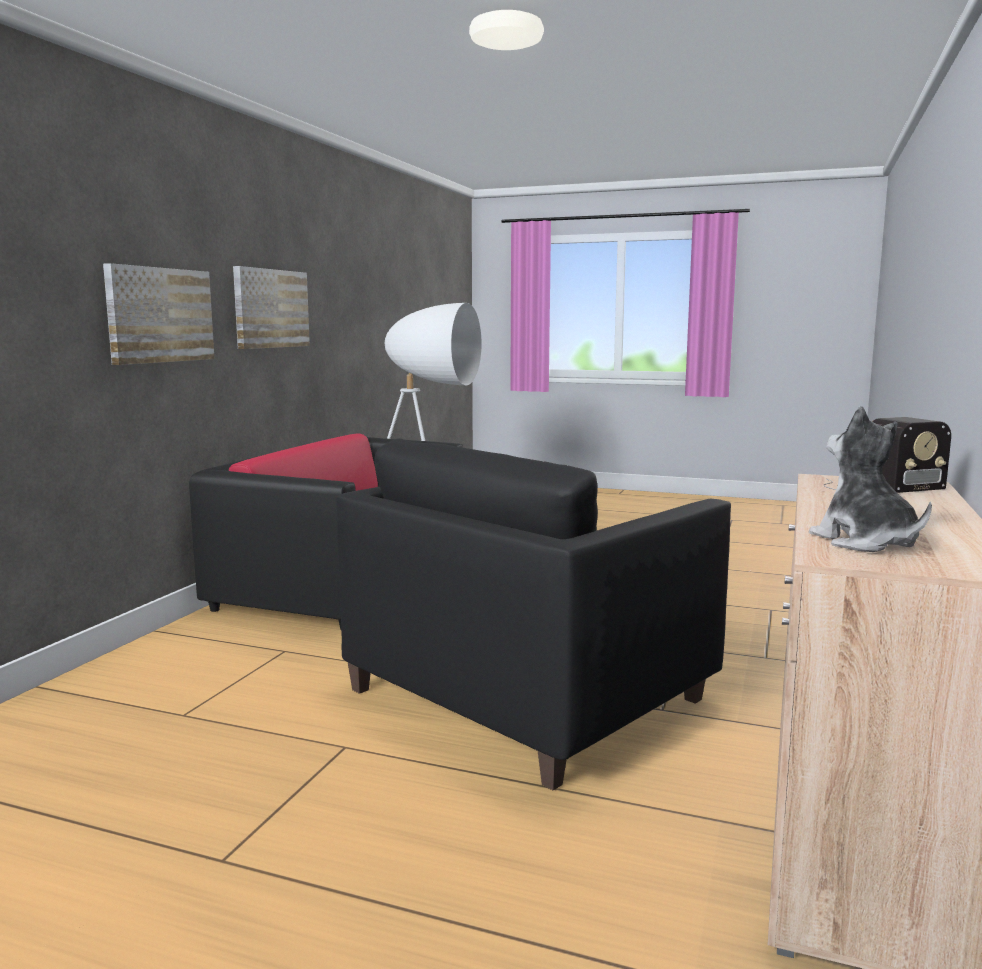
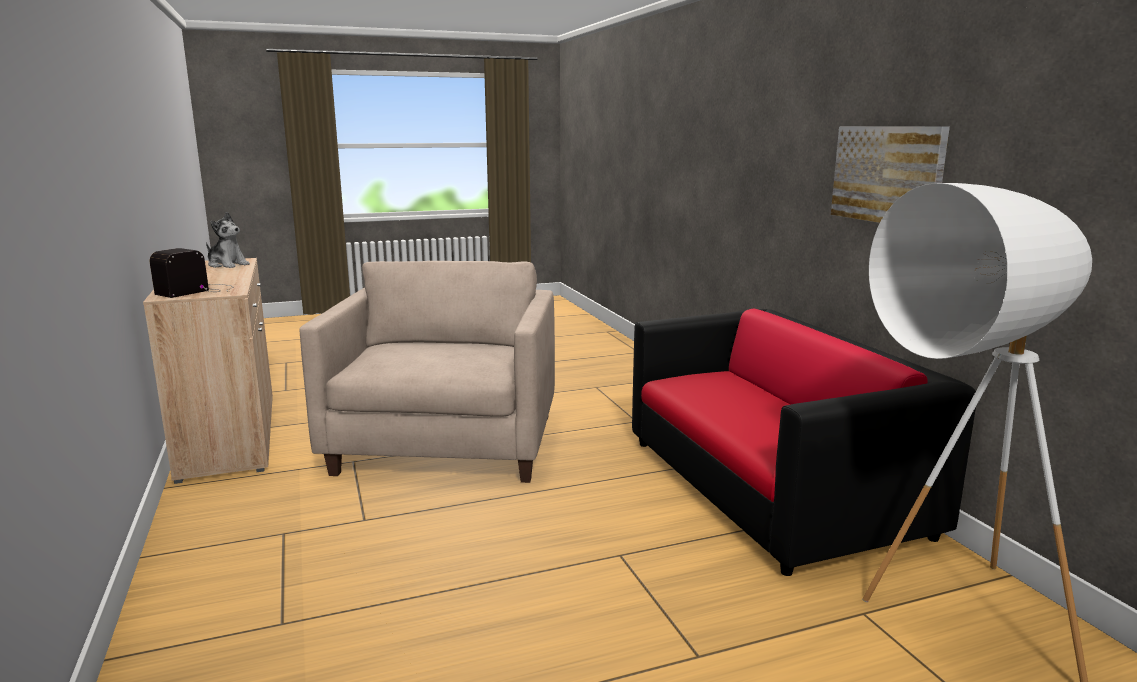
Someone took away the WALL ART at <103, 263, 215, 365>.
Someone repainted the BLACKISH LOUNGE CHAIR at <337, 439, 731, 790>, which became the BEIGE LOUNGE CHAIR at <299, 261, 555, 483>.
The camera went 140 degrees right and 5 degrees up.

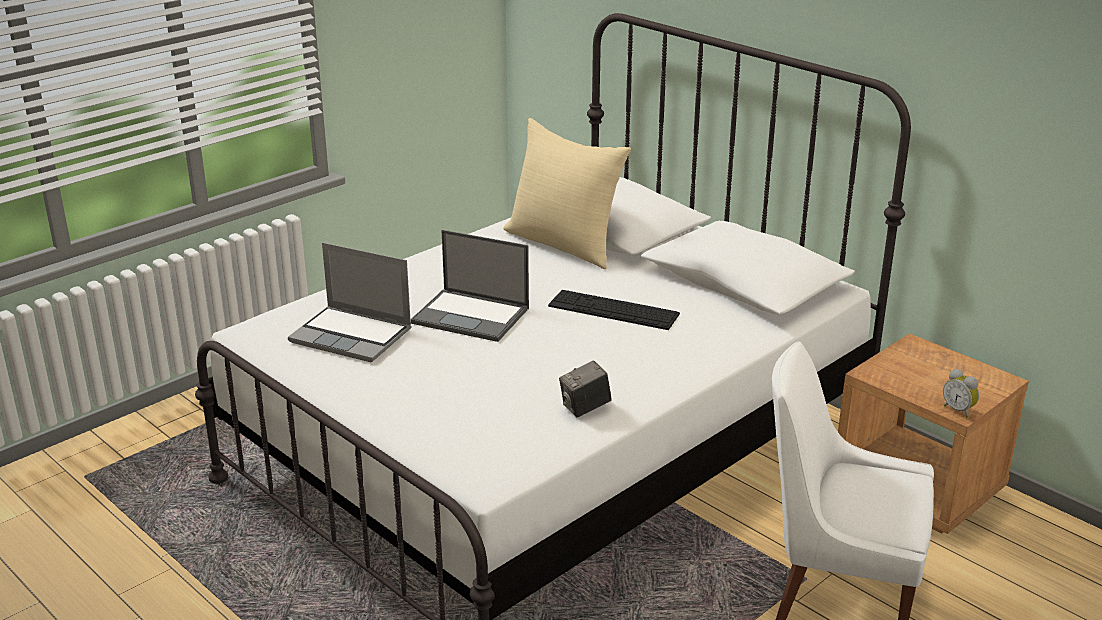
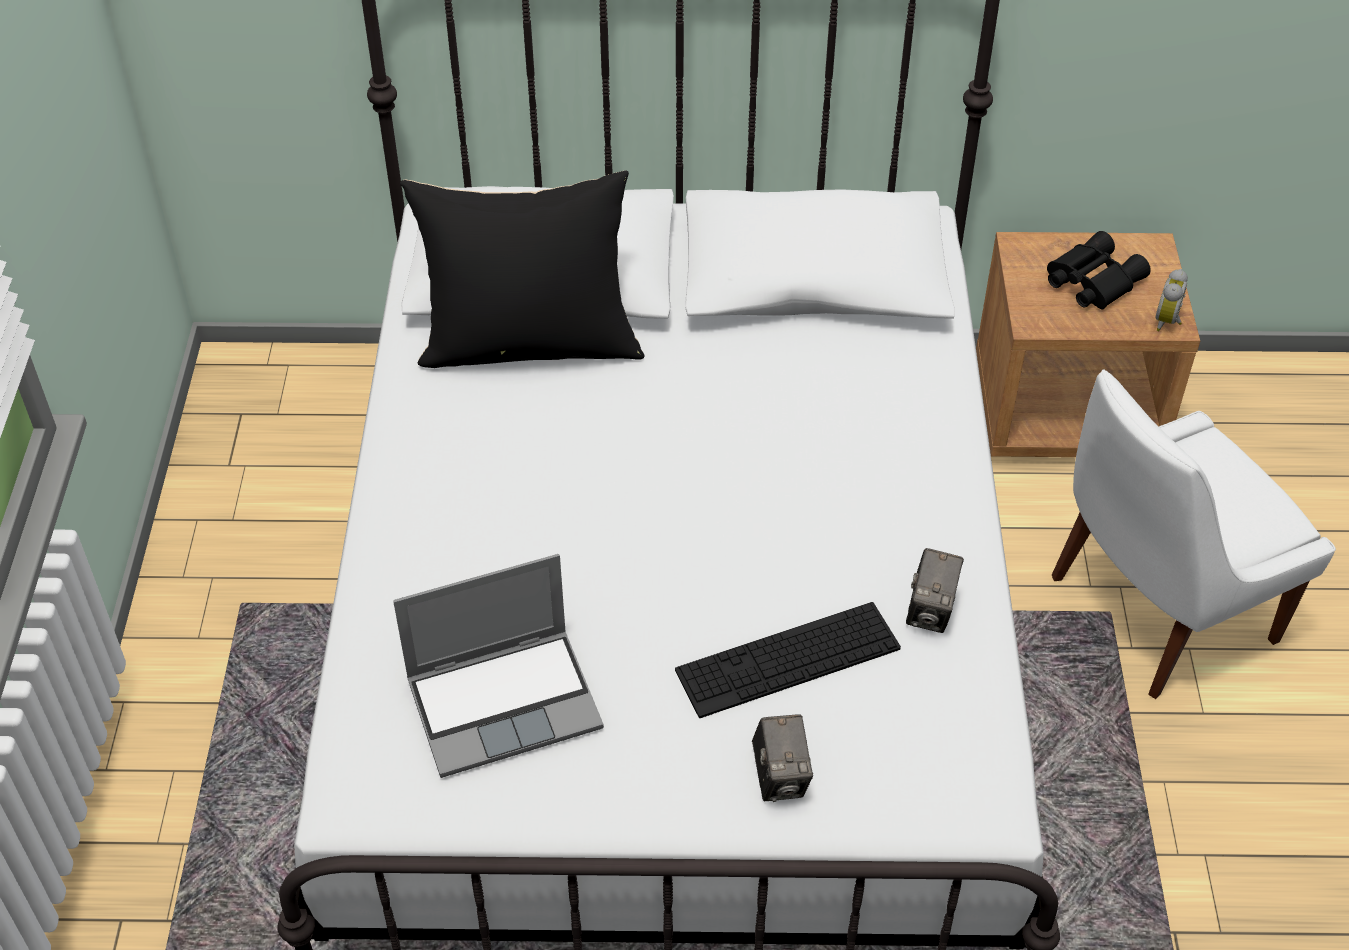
Someone took away the LAPTOP at <411, 230, 529, 342>.
Someone put down the STILL CAMERA at <752, 714, 813, 802>.
Someone put down the BLACKISH PAIR OF BINOCULARS at <1047, 231, 1151, 309>.
Someone carried the KEYBOARD from <548, 290, 680, 330> to <675, 602, 901, 718>.
Someone repainted the BEIGE THROW PILLOW at <504, 118, 631, 269>, which became the BLACKISH THROW PILLOW at <400, 170, 644, 368>.
Someone rotated the TABLE CLOCK at <943, 369, 979, 418> by 105 degrees clockwise.
The camera went 45 degrees left and 20 degrees up.

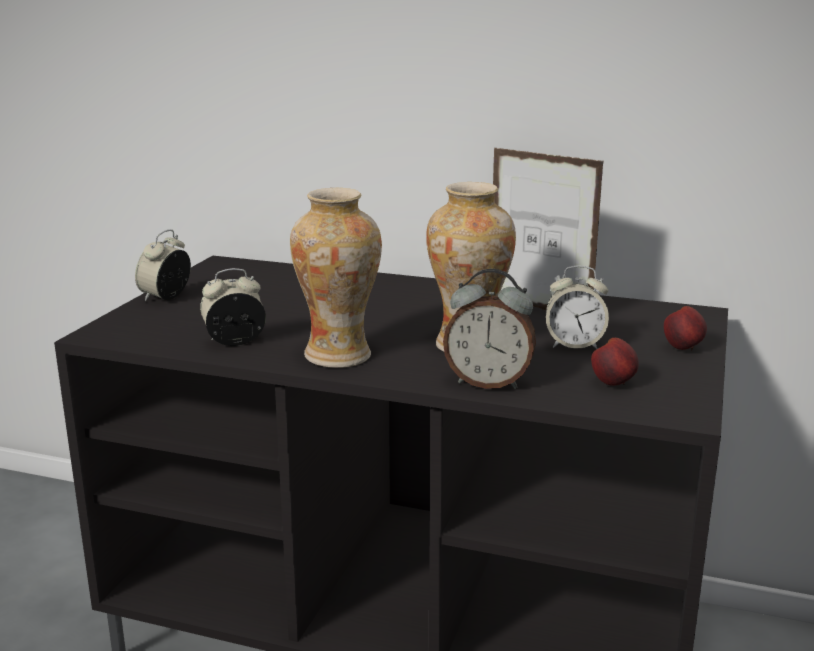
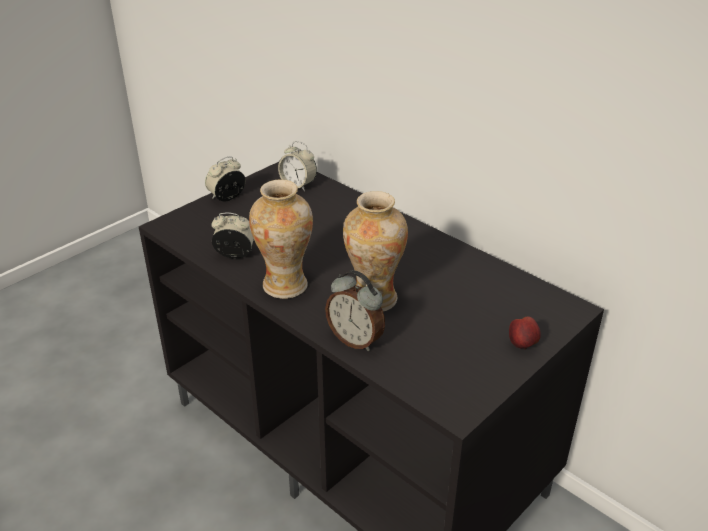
Someone took away the STANDING FRAME at <493, 148, 604, 311>.
Someone took away the WHOLE APPLE at <591, 338, 639, 386>.
Someone carried the TABLE CLOCK from <546, 265, 609, 349> to <278, 141, 317, 191>.
The camera went 25 degrees right and 15 degrees up.

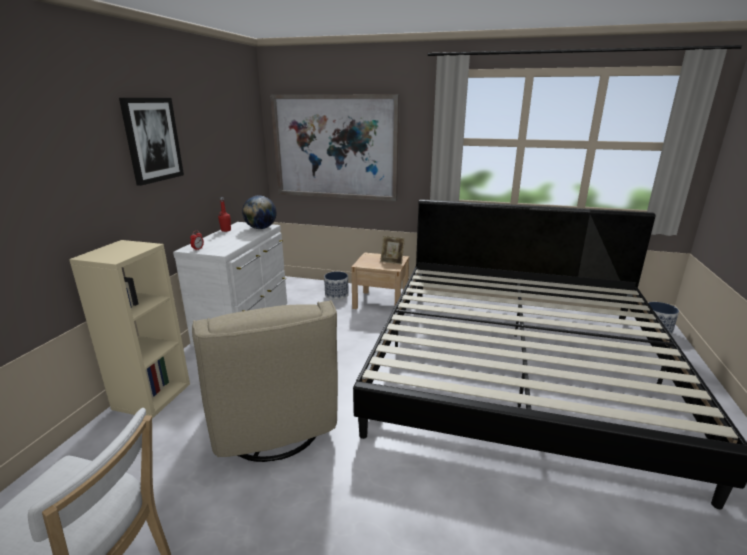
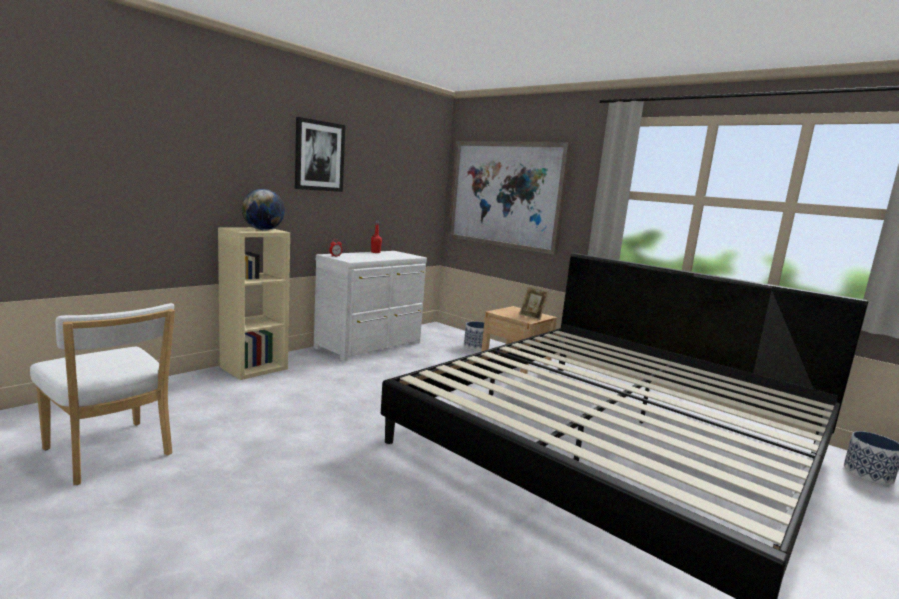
Someone took away the BEIGE LOUNGE CHAIR at <192, 300, 338, 462>.
Someone carried the GLOBE from <242, 195, 277, 229> to <242, 189, 285, 230>.
The camera went 25 degrees right and 10 degrees down.

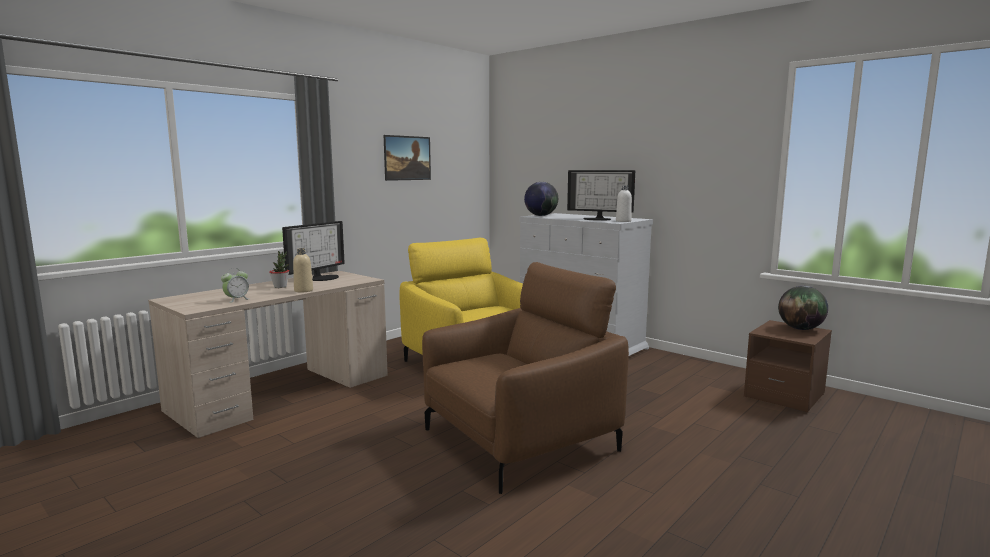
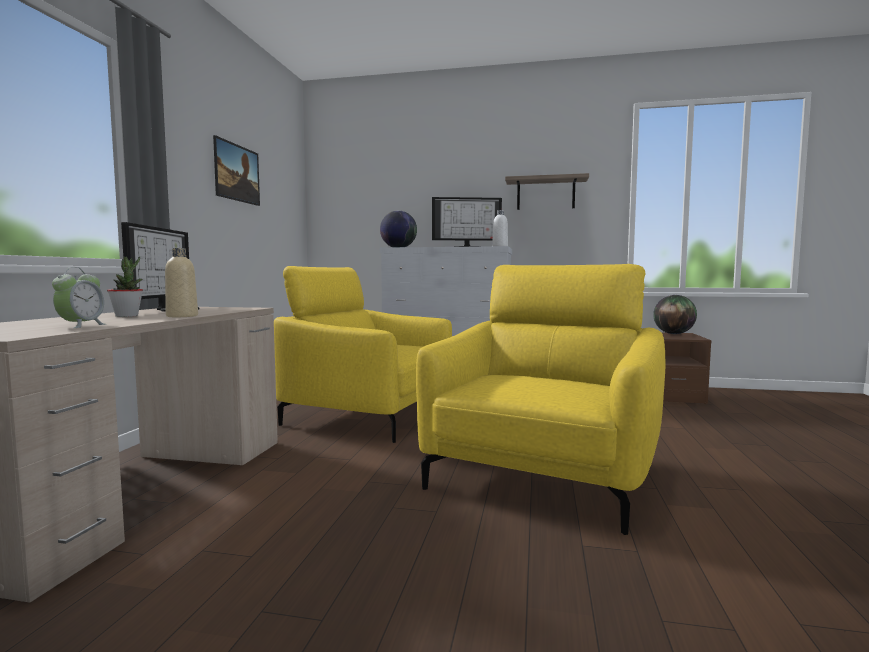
Someone put up the SHELF at <505, 173, 589, 210>.
Someone repainted the BROWN LOUNGE CHAIR at <422, 262, 629, 494>, which became the YELLOW-COLOURED LOUNGE CHAIR at <416, 264, 665, 535>.
The camera went 30 degrees left and 5 degrees down.

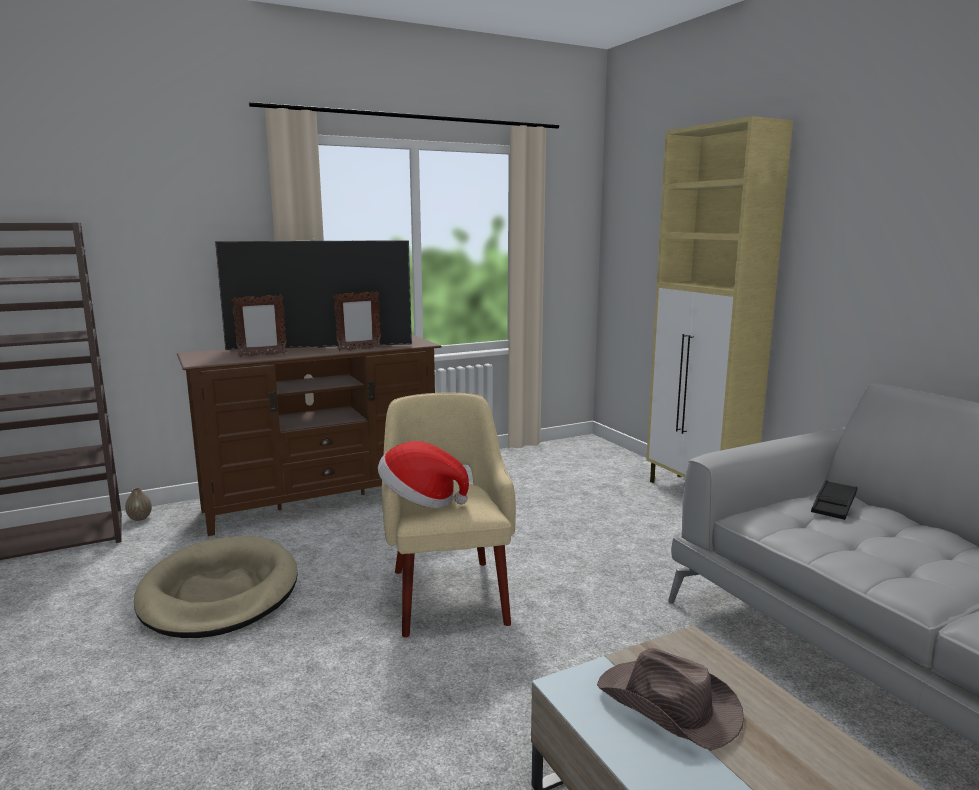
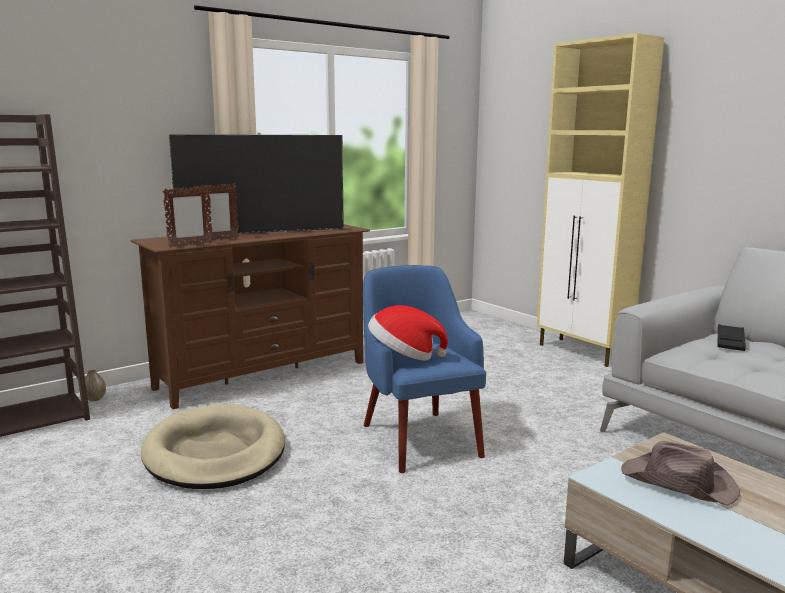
Someone carried the STANDING FRAME from <333, 291, 381, 351> to <162, 186, 213, 248>.
Someone repainted the BEIGE LOUNGE CHAIR at <382, 393, 516, 638>, which became the BLUISH LOUNGE CHAIR at <363, 265, 486, 473>.
The camera went 10 degrees left and 0 degrees up.

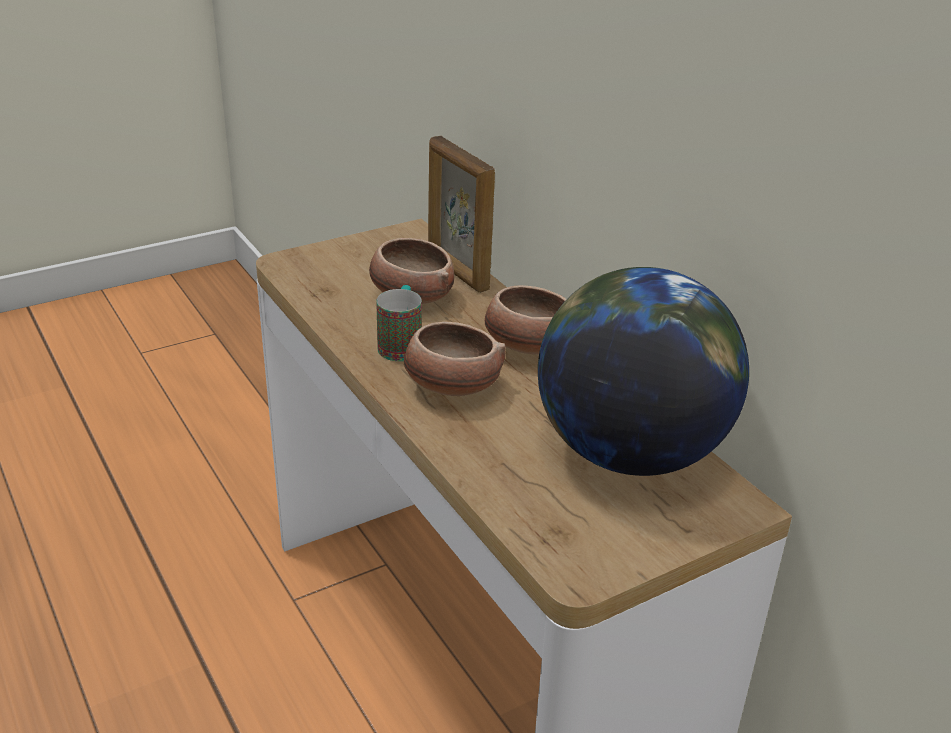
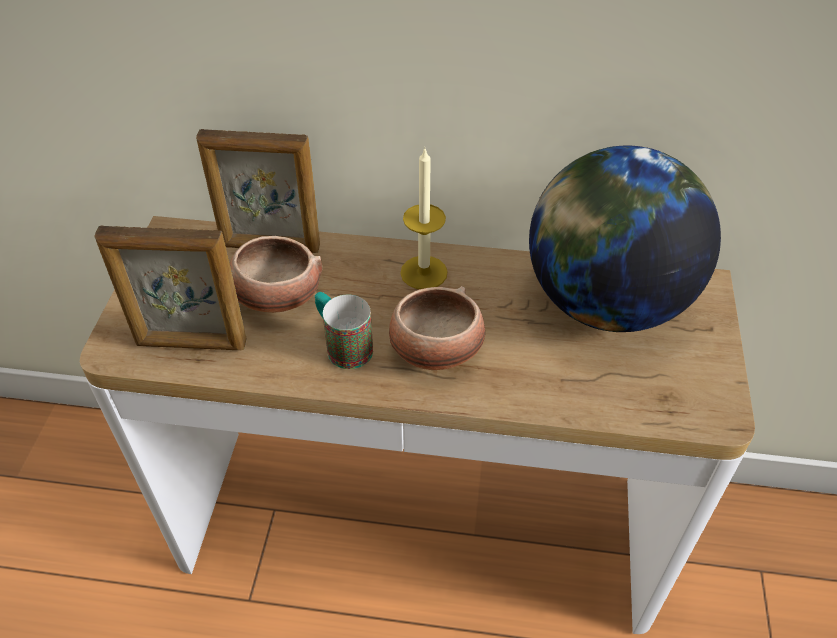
Someone put down the STANDING FRAME at <94, 225, 246, 350>.
Someone swapped the SERVING BOWL at <485, 285, 566, 354> for the CANDLE at <400, 149, 448, 289>.
The camera went 50 degrees left and 15 degrees up.

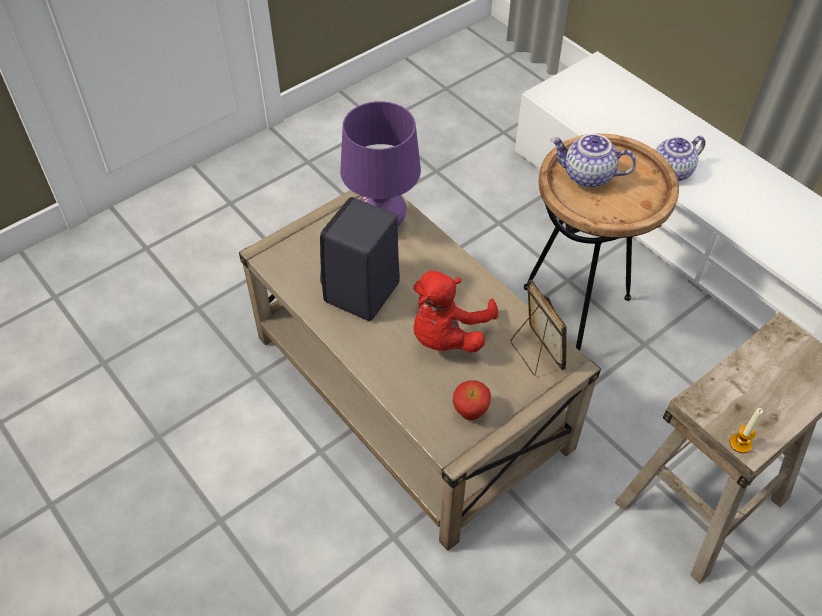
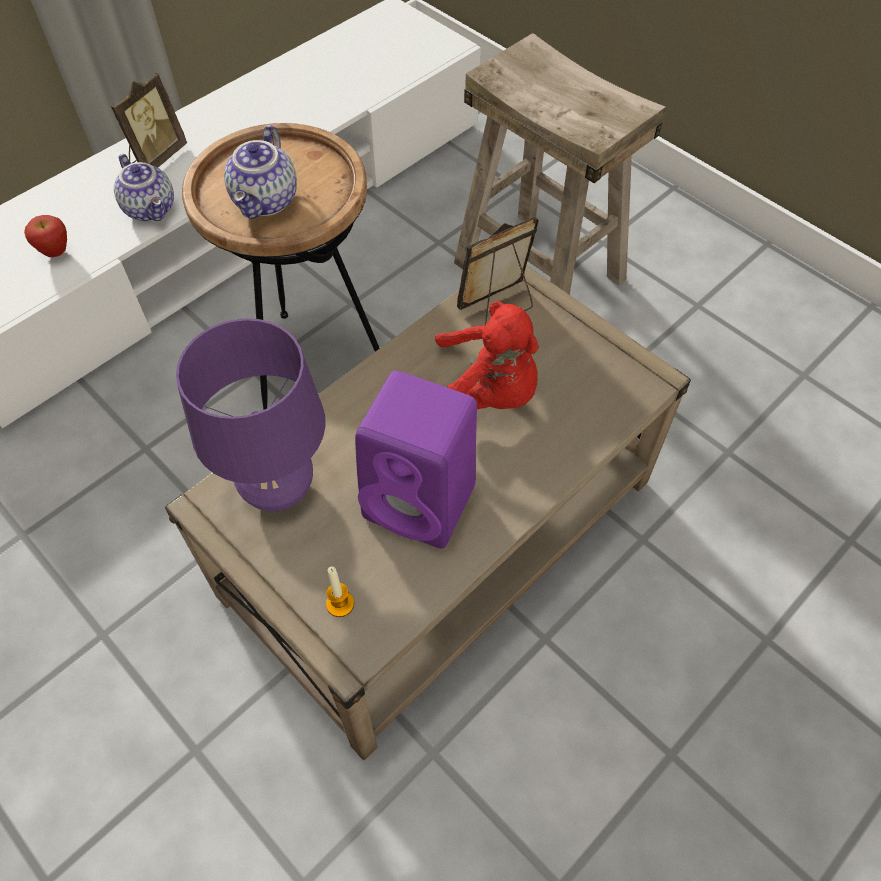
Someone put down the STANDING FRAME at <111, 73, 187, 168>.
Someone carried the WHOLE APPLE from <453, 380, 491, 420> to <24, 215, 67, 257>.
Someone carried the CANDLE from <729, 408, 763, 453> to <326, 566, 354, 617>.
Someone repainted the BLACKISH AUDIO SPEAKER at <320, 197, 400, 321>, which became the PURPLISH AUDIO SPEAKER at <355, 371, 477, 549>.
The camera went 95 degrees left and 5 degrees up.

